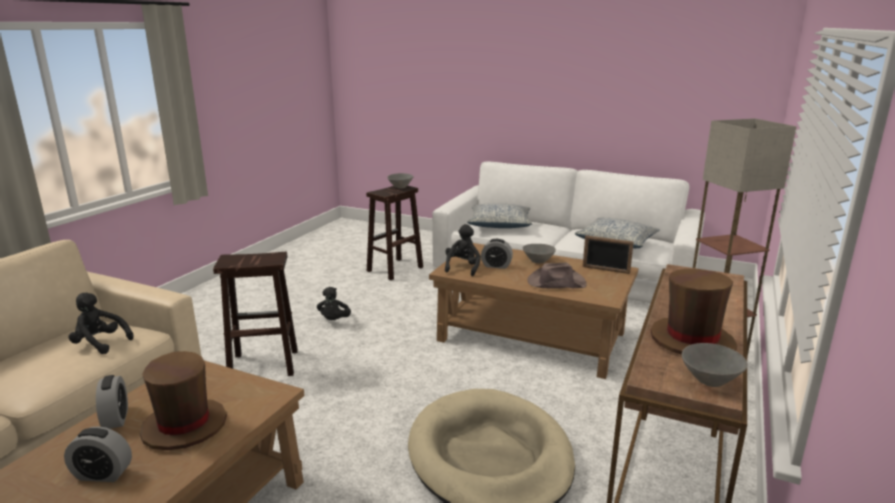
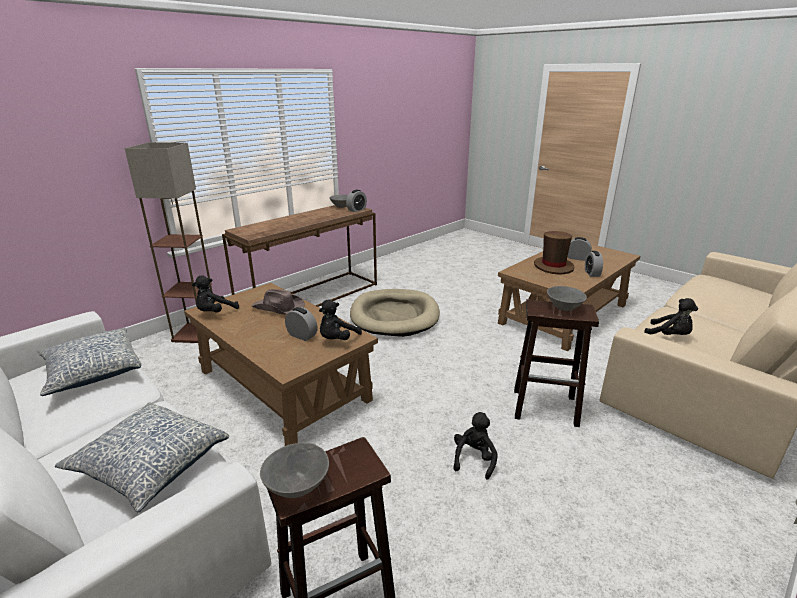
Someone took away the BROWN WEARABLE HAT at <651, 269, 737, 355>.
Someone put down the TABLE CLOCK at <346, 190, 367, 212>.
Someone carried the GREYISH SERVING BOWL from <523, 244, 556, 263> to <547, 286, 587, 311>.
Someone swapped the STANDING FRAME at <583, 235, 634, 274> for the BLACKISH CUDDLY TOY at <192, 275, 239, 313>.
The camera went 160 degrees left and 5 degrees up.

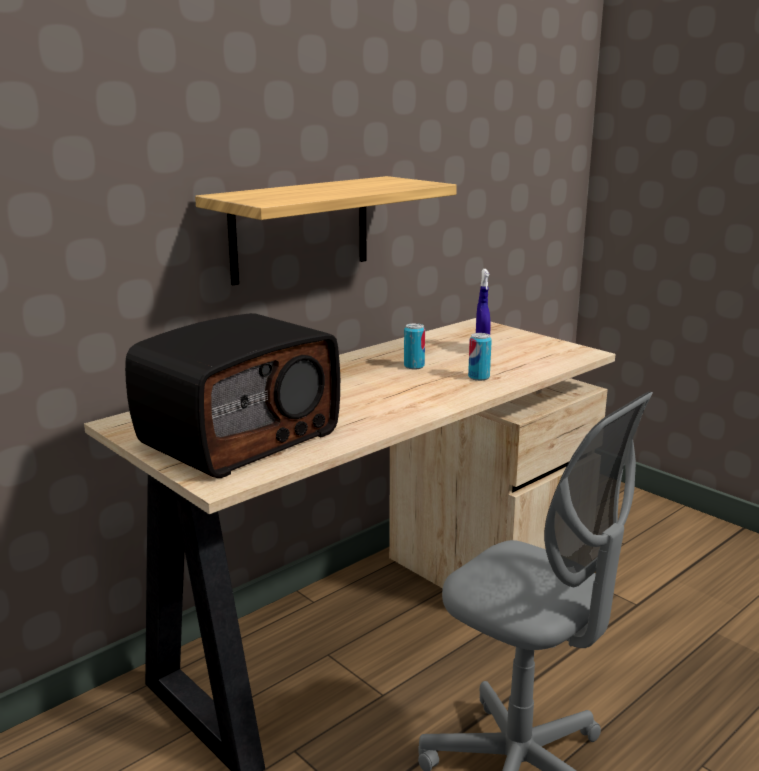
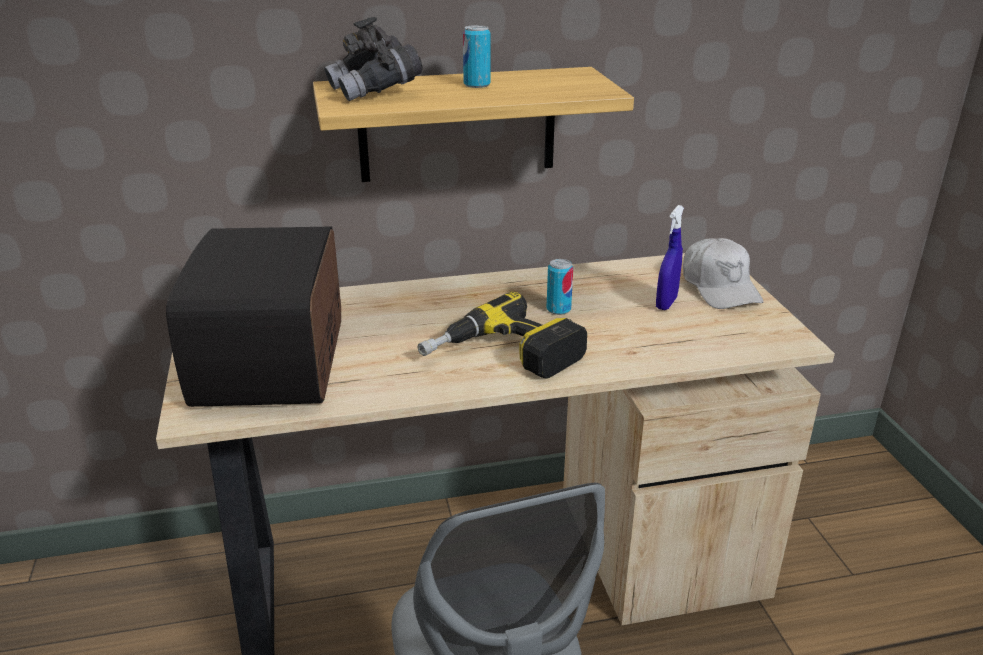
Someone put down the GREYISH PAIR OF BINOCULARS at <324, 17, 422, 101>.
Someone put down the POWER DRILL at <417, 292, 587, 379>.
Someone put down the WHITE-COLOURED BASEBALL CAP at <683, 238, 764, 309>.
Someone carried the SEALED CAN from <468, 333, 492, 381> to <463, 25, 490, 88>.
Someone rotated the RADIO RECEIVER at <125, 313, 340, 478> by 105 degrees clockwise.
The camera went 30 degrees right and 10 degrees up.

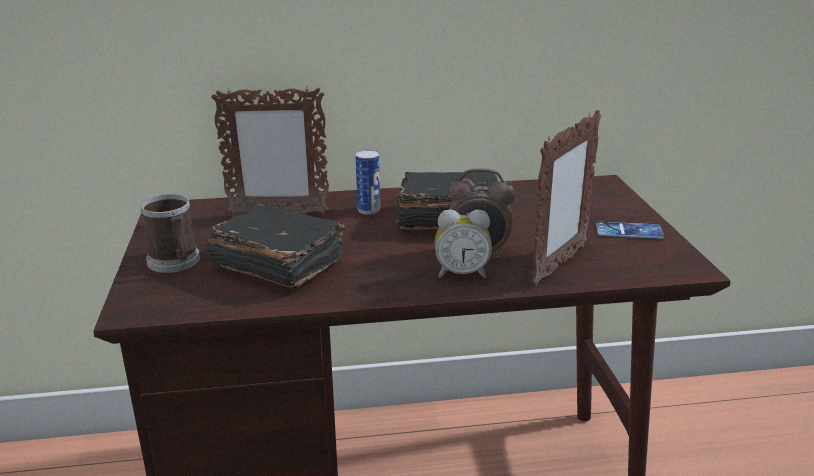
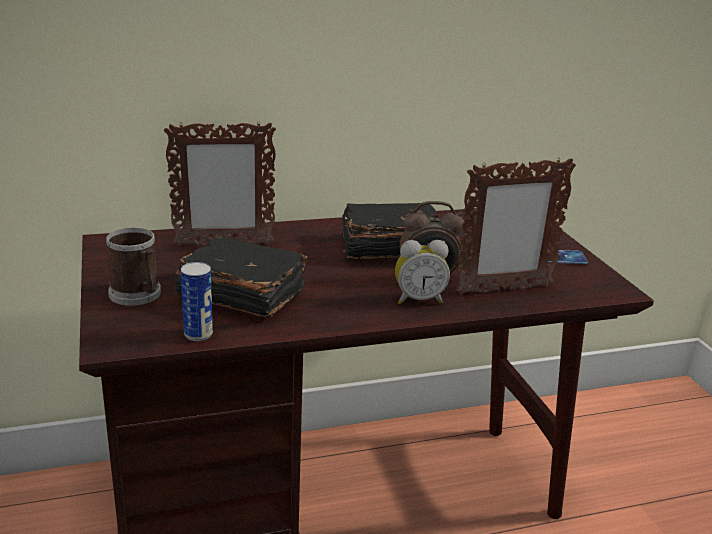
Someone carried the SEALED CAN from <356, 150, 380, 215> to <181, 262, 213, 341>.
Someone rotated the STANDING FRAME at <531, 110, 601, 286> by 45 degrees clockwise.
The camera went 10 degrees left and 0 degrees up.

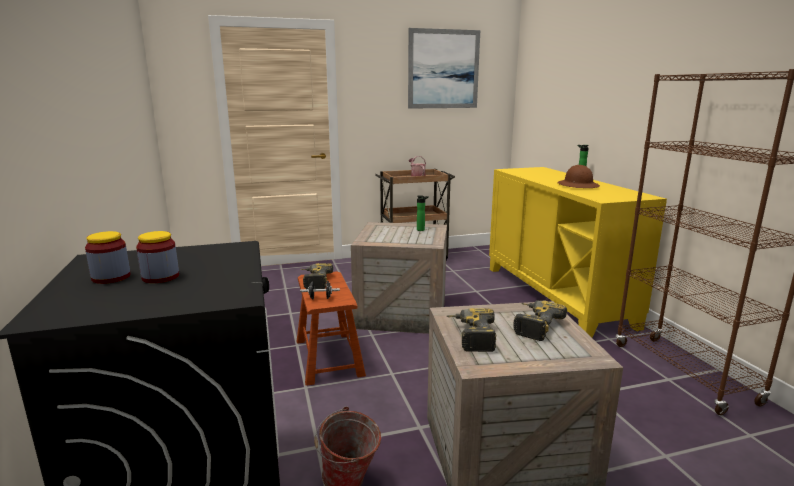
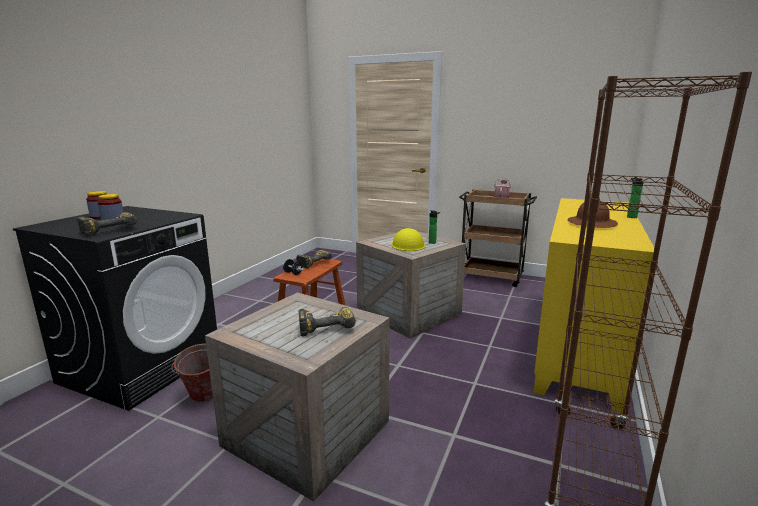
Someone took away the WALL ART at <408, 28, 480, 109>.
Someone put down the YELLOW-COLOURED SAFETY HELMET at <391, 228, 426, 251>.
Someone carried the POWER DRILL from <446, 308, 497, 352> to <77, 212, 137, 236>.
The camera went 40 degrees right and 0 degrees up.

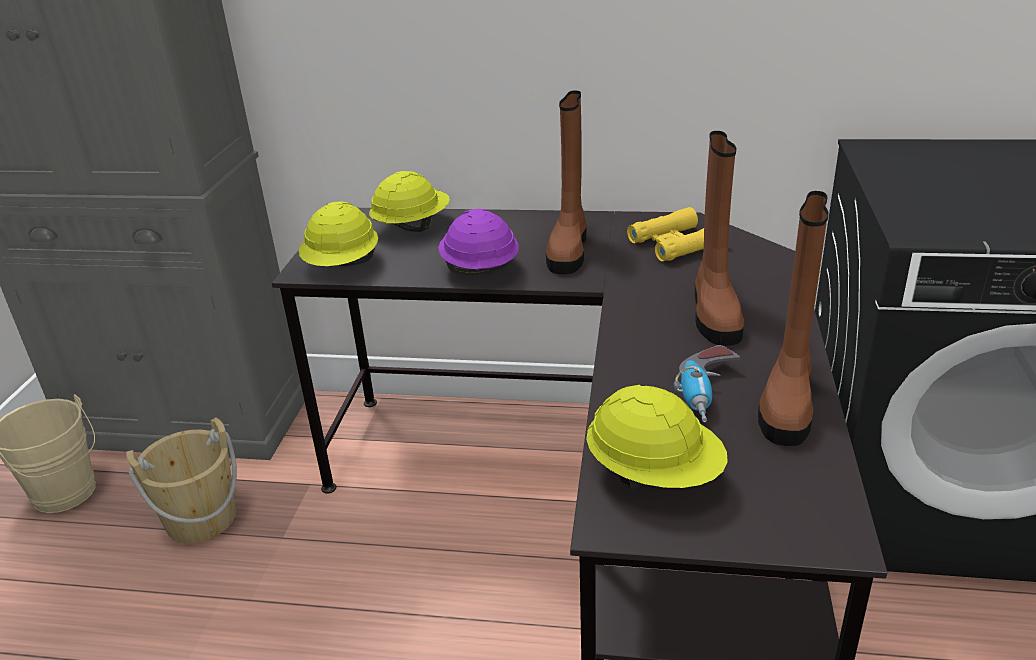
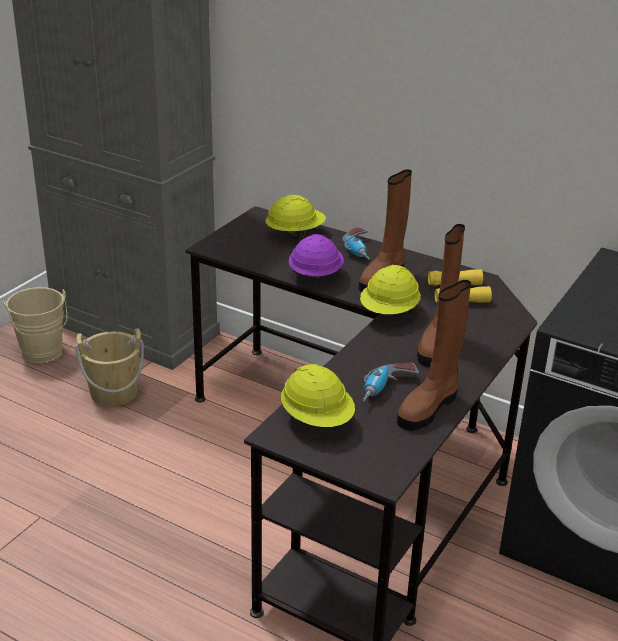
Someone put down the POWER DRILL at <342, 227, 370, 260>.
Someone carried the YELLOW-COLOURED SAFETY HELMET from <299, 202, 378, 266> to <360, 265, 421, 314>.
The camera went 20 degrees right and 0 degrees up.

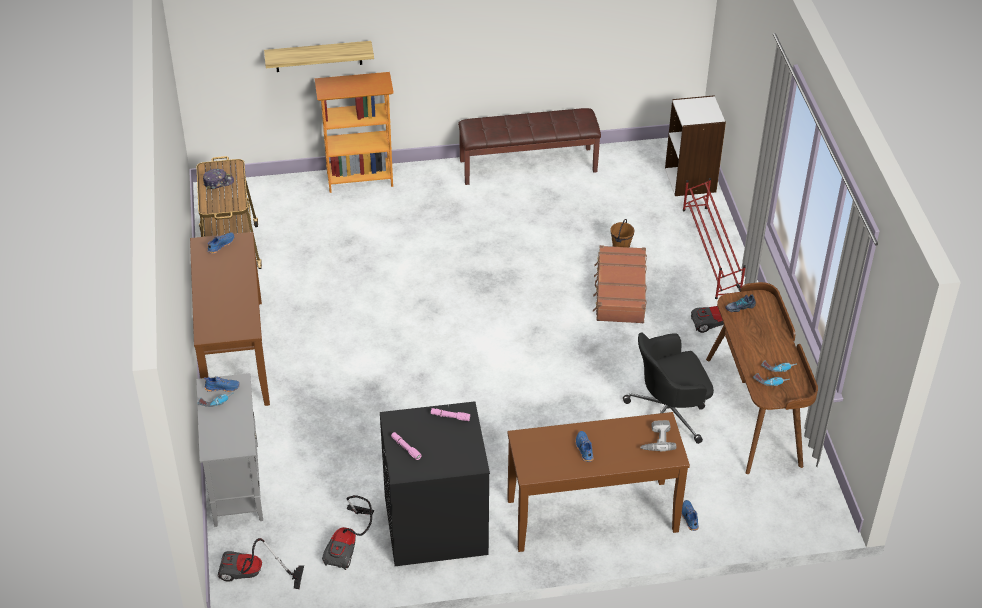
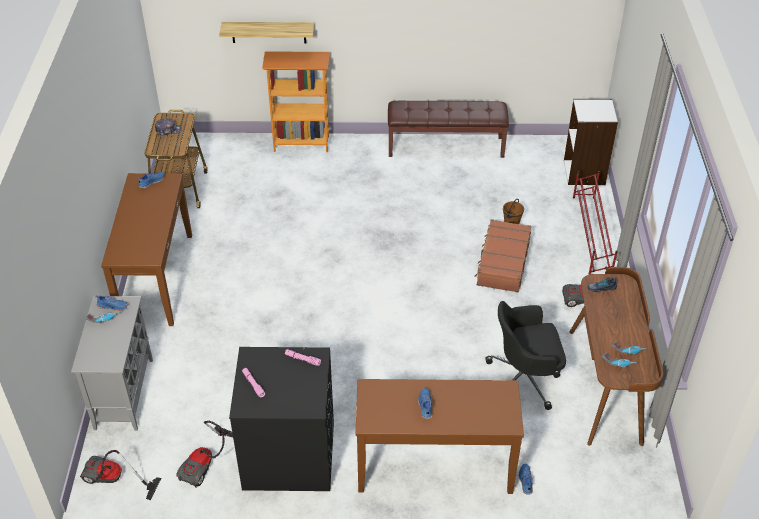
Someone took away the POWER DRILL at <640, 420, 676, 451>.
The camera went 10 degrees right and 0 degrees up.

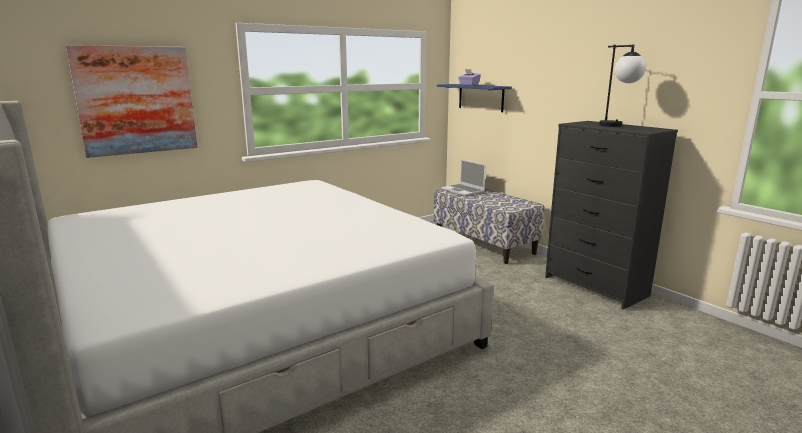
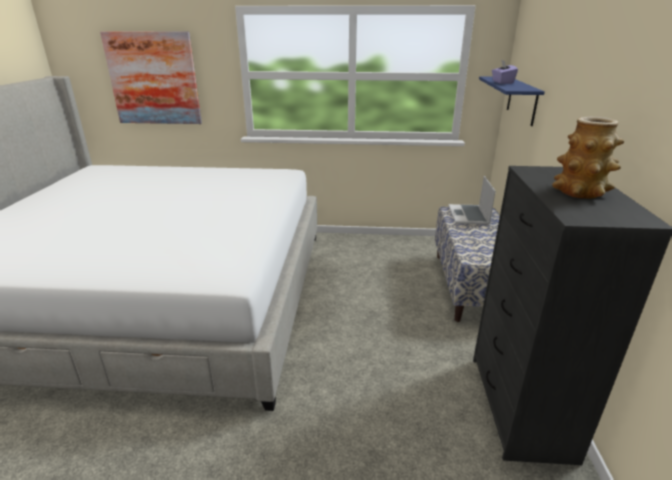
Someone swapped the LAMP FOR A TABLE at <599, 45, 646, 127> for the DECORATIVE VASE at <552, 116, 624, 199>.
The camera went 40 degrees right and 10 degrees up.

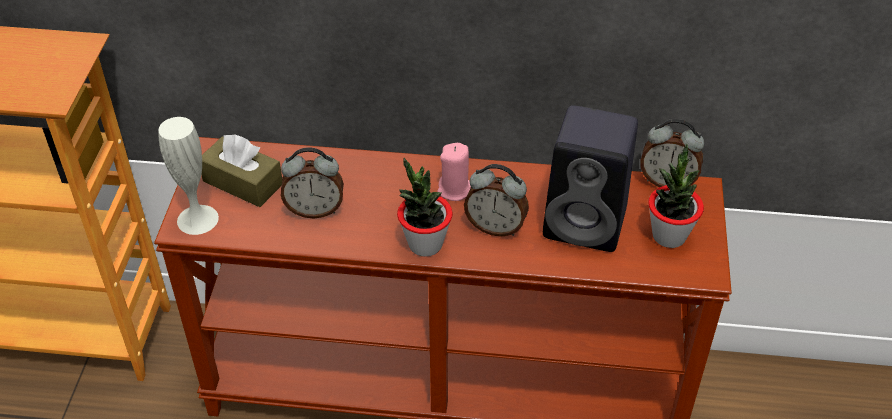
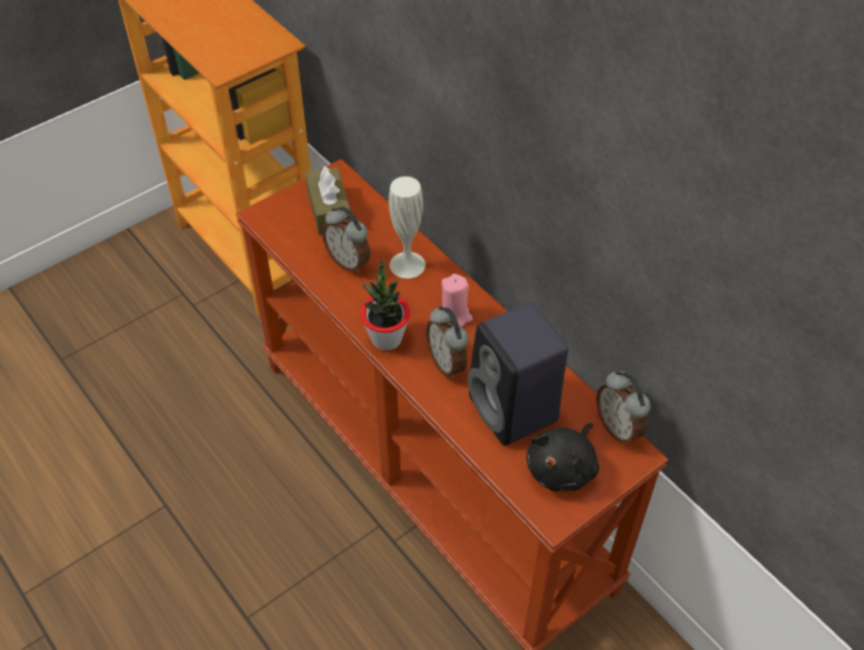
Someone carried the WHITE-COLOURED DECORATIVE VASE from <158, 117, 219, 235> to <389, 176, 426, 278>.
Someone swapped the HOUSEPLANT at <648, 144, 704, 248> for the BLACKISH CUDDLY TOY at <526, 423, 599, 491>.
The camera went 45 degrees right and 5 degrees up.

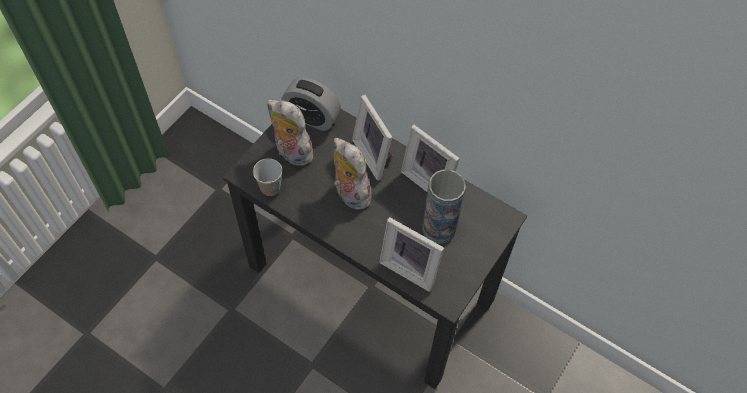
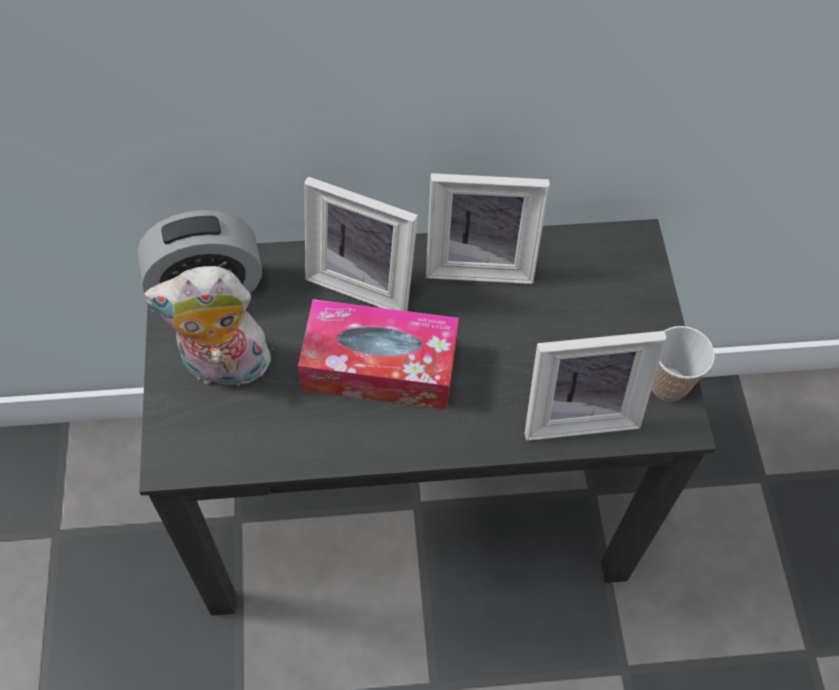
Someone took away the DECORATIVE VASE at <422, 169, 466, 244>.
Someone carried the SMALL CUP from <253, 158, 282, 196> to <652, 326, 715, 401>.
Someone swapped the CUDDLY TOY at <333, 138, 374, 210> for the TISSUE HOLDER at <298, 299, 459, 410>.
The camera went 40 degrees left and 0 degrees up.

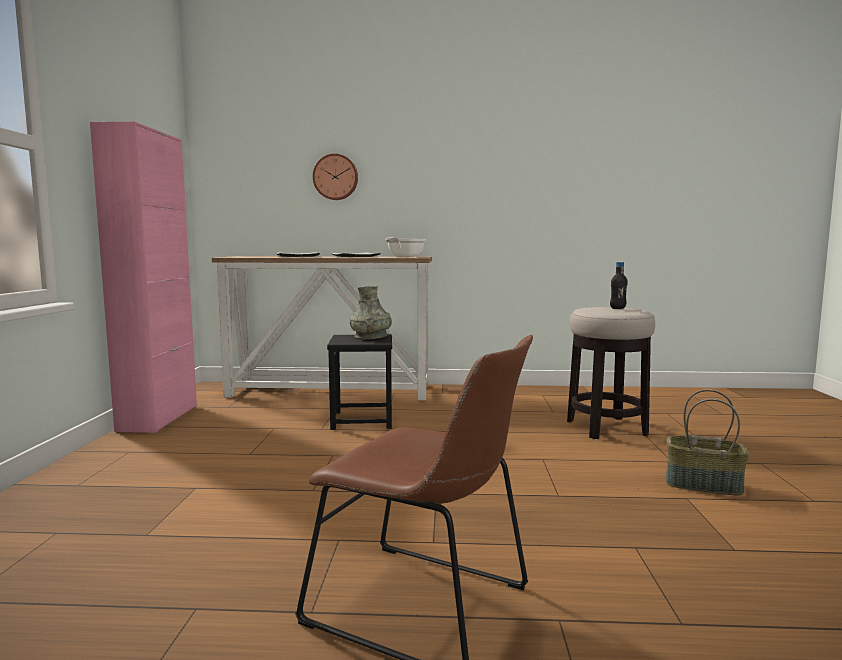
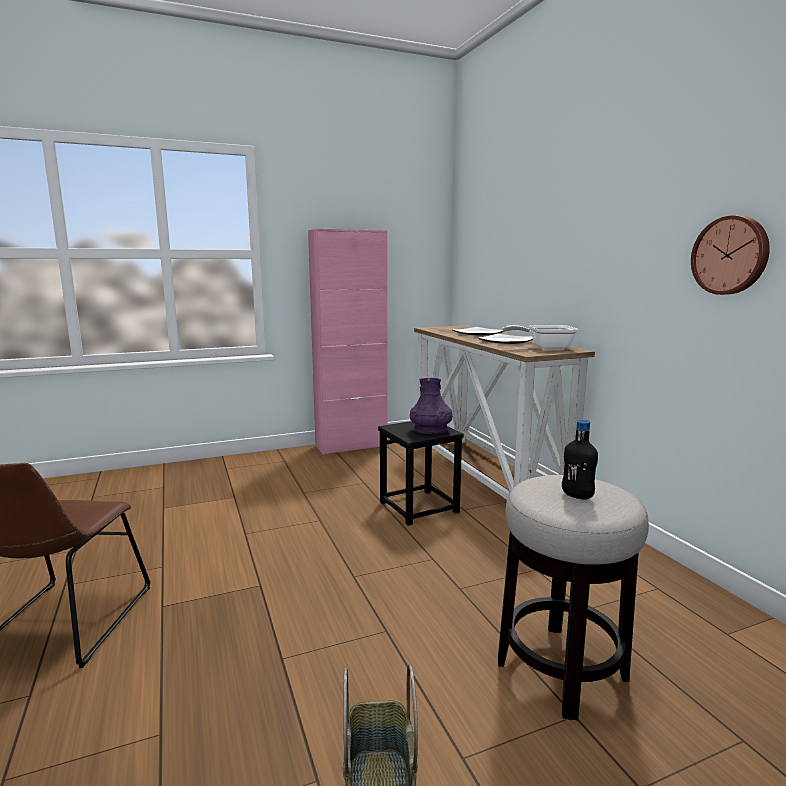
Someone carried the CLOCK ON THE WALL from <313, 154, 358, 200> to <691, 215, 770, 295>.
Someone repainted the GREYISH DECORATIVE VASE at <350, 286, 392, 340>, which became the PURPLISH DECORATIVE VASE at <410, 378, 453, 434>.
The camera went 65 degrees right and 5 degrees up.

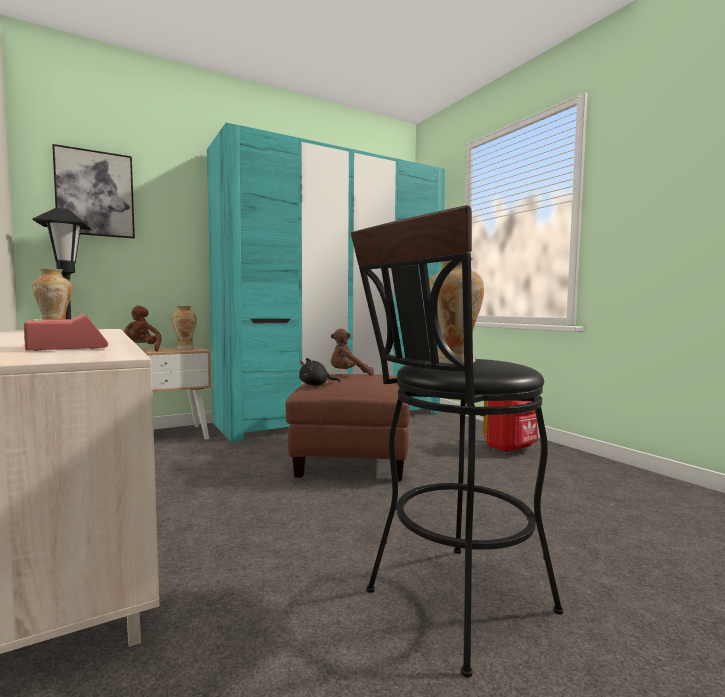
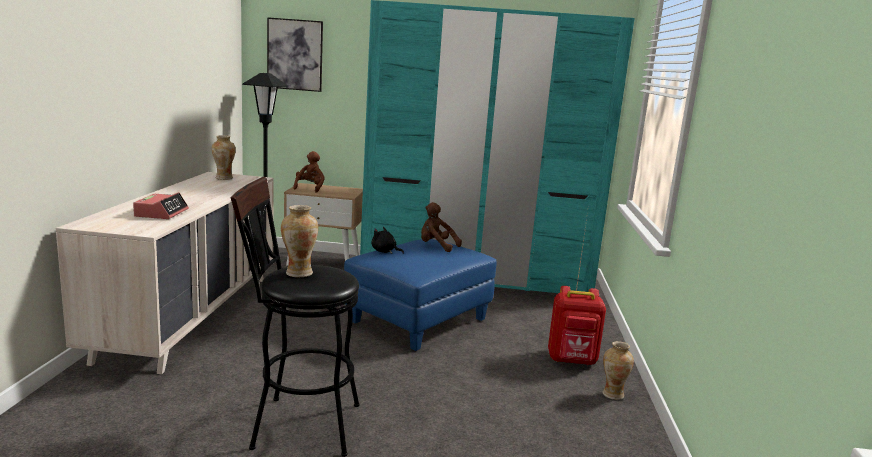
Someone carried the DECORATIVE VASE from <172, 306, 197, 350> to <603, 341, 634, 400>.
Someone repainted the BROWN POUFFE at <285, 374, 409, 481>, which became the BLUISH POUFFE at <344, 239, 497, 351>.
The camera went 35 degrees right and 10 degrees up.

